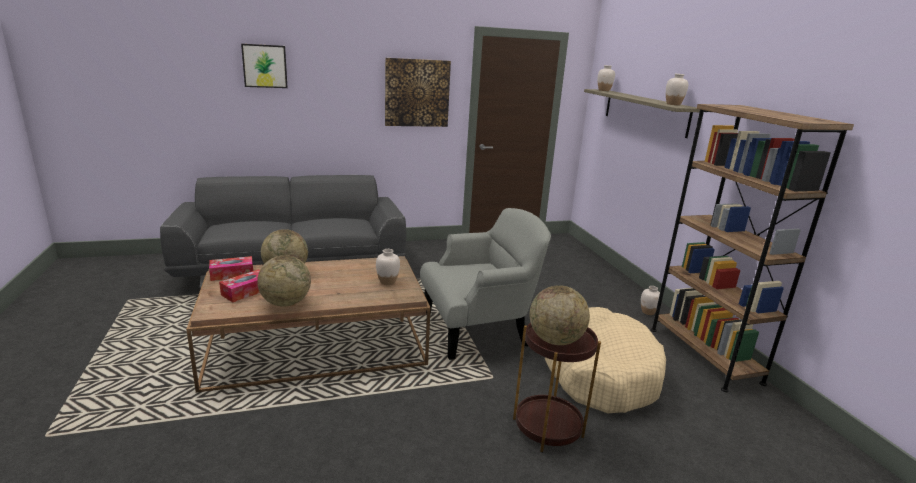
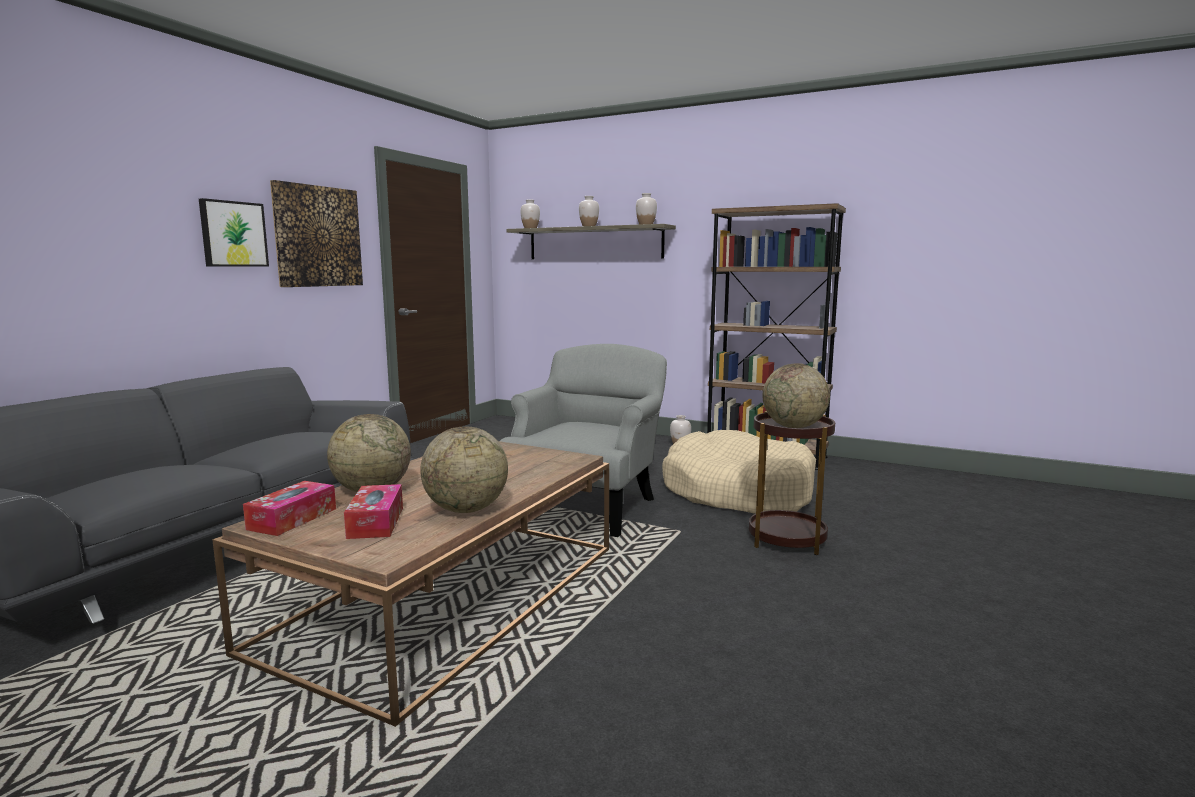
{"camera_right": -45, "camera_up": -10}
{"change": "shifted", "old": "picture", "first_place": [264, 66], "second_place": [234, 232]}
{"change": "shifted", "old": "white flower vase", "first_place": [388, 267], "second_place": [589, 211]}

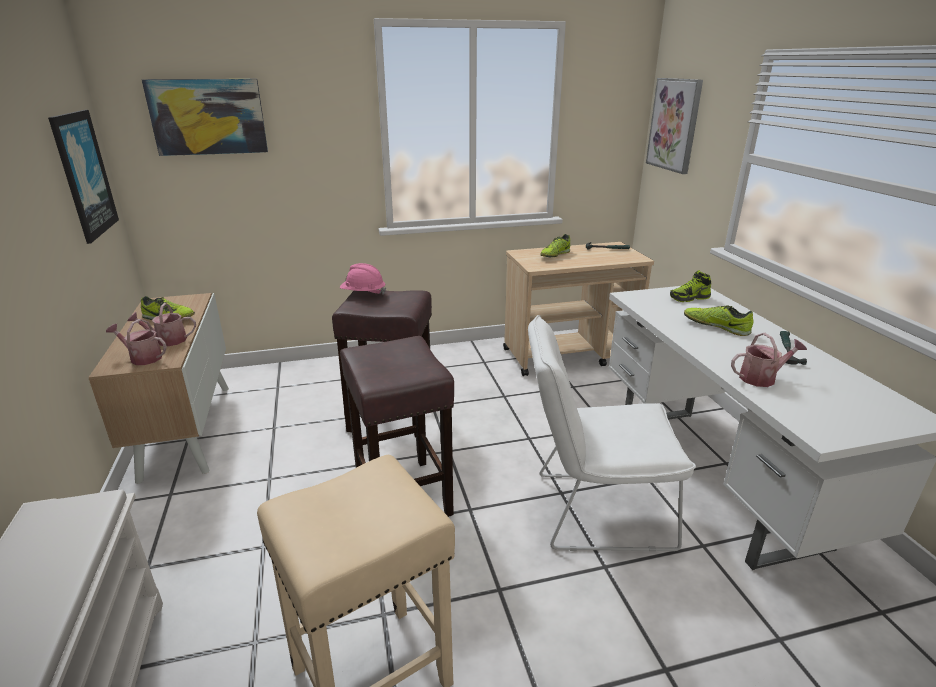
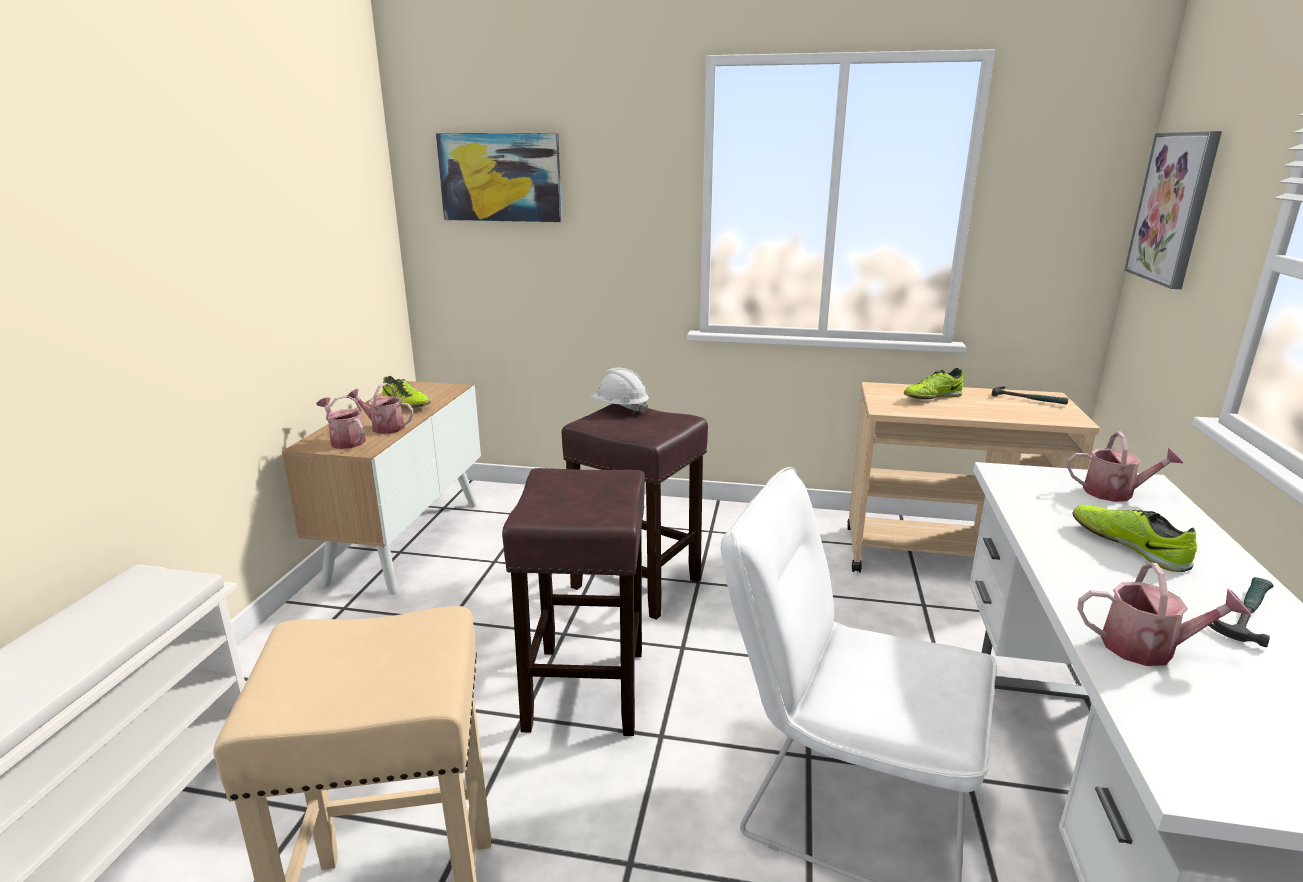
{"camera_right": 25, "camera_up": -5}
{"change": "gone", "old": "picture", "first_place": [83, 177]}
{"change": "swapped", "old": "low shoe", "new": "watering pot", "first_place": [690, 286], "second_place": [1125, 466]}
{"change": "repainted", "old": "pinkish hard hat", "new": "white hard hat", "first_place": [363, 278], "second_place": [620, 390]}

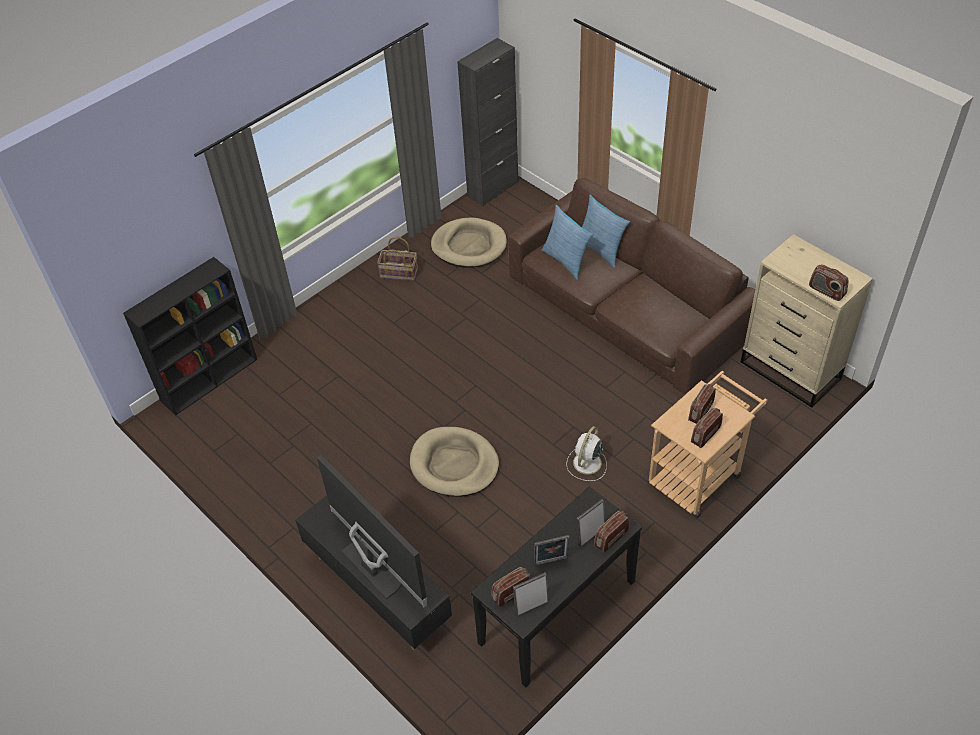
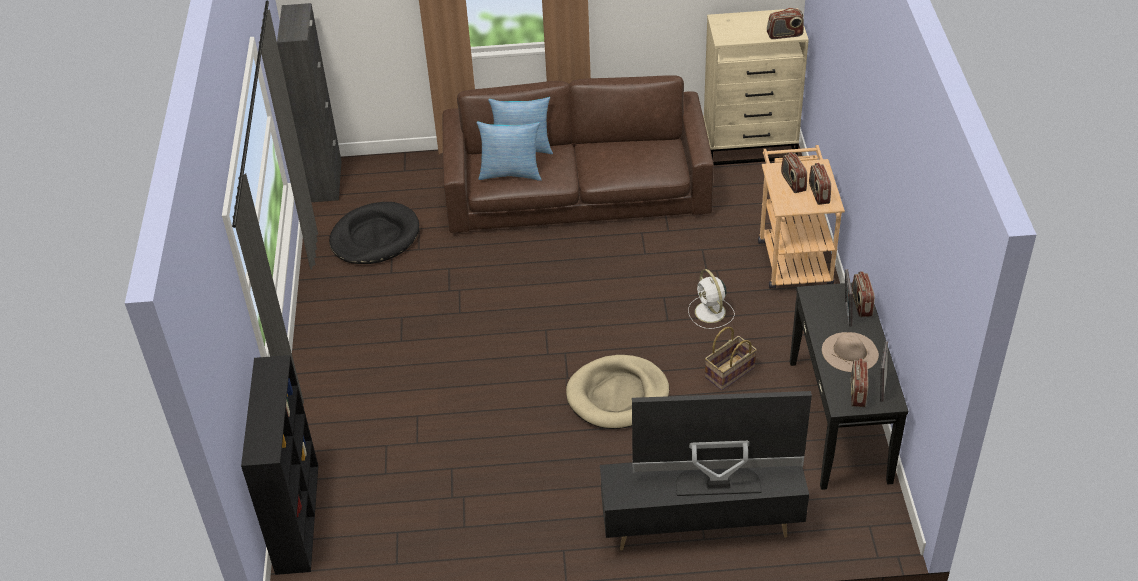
{"camera_right": -50, "camera_up": -5}
{"change": "shifted", "old": "storage basket", "first_place": [397, 259], "second_place": [731, 358]}
{"change": "swapped", "old": "photo frame", "new": "beige-coloured wearable hat", "first_place": [551, 550], "second_place": [850, 352]}
{"change": "repainted", "old": "beige-coloured dog bed", "new": "blackish dog bed", "first_place": [469, 242], "second_place": [374, 233]}

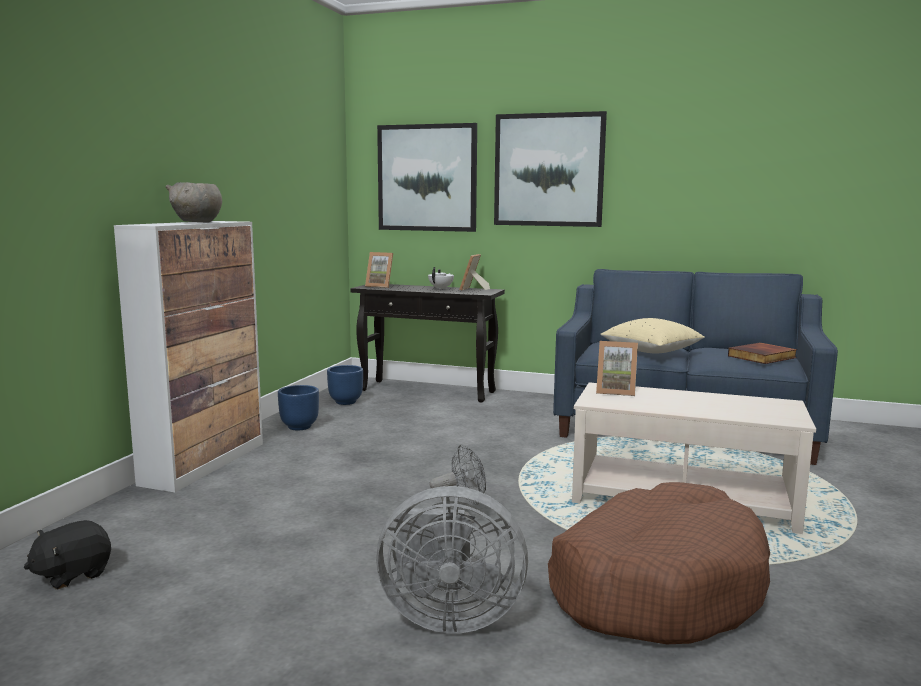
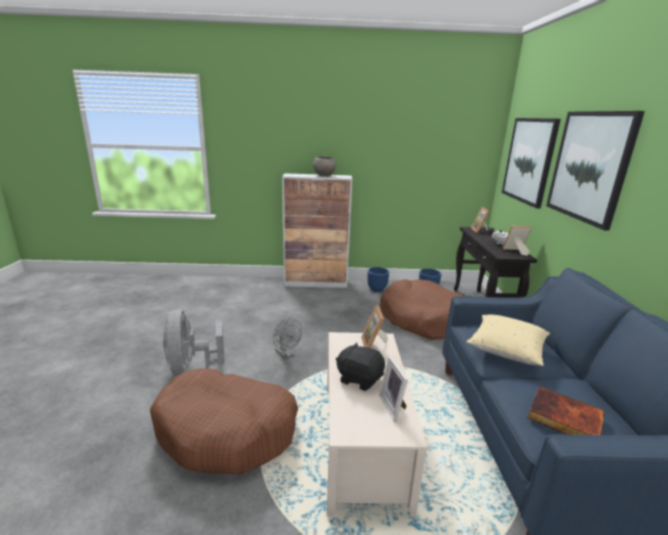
{"camera_right": 70, "camera_up": 10}
{"change": "new", "new": "photo frame", "second_place": [393, 389]}
{"change": "new", "new": "brown dog bed", "second_place": [421, 309]}
{"change": "shifted", "old": "blackish plush toy", "first_place": [67, 554], "second_place": [360, 366]}

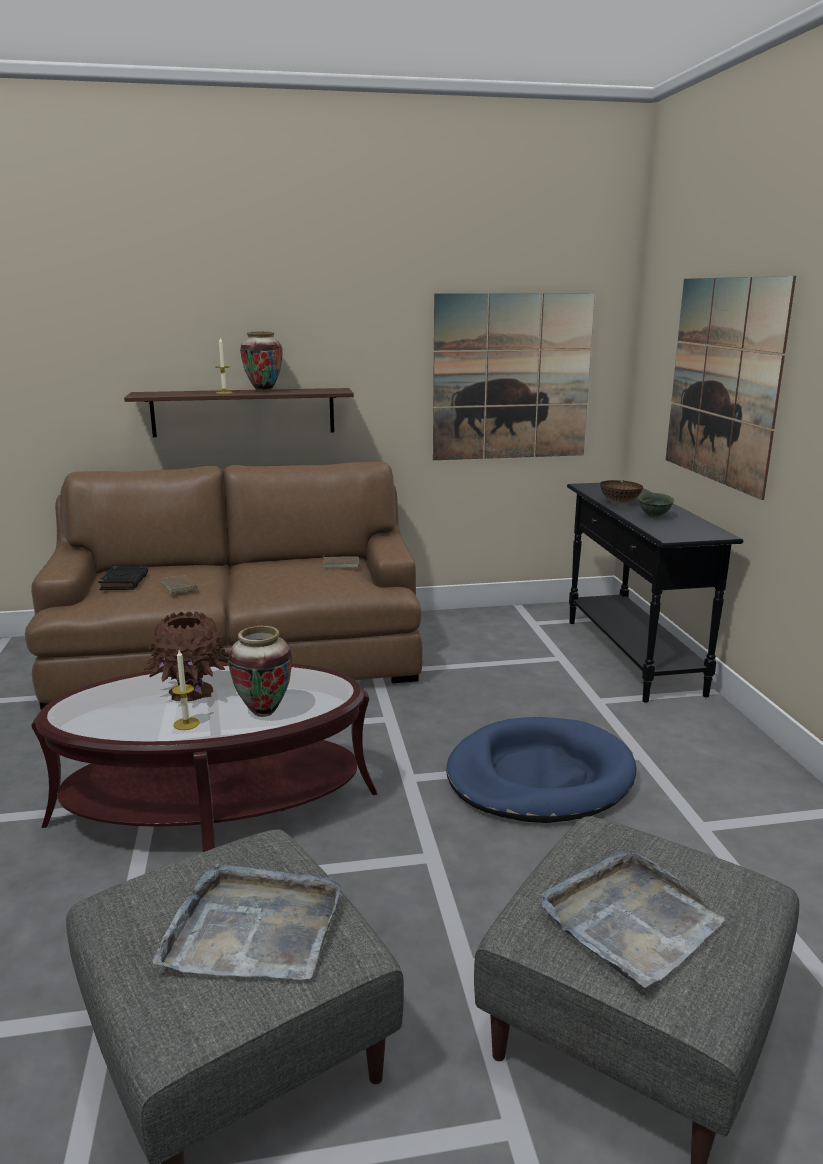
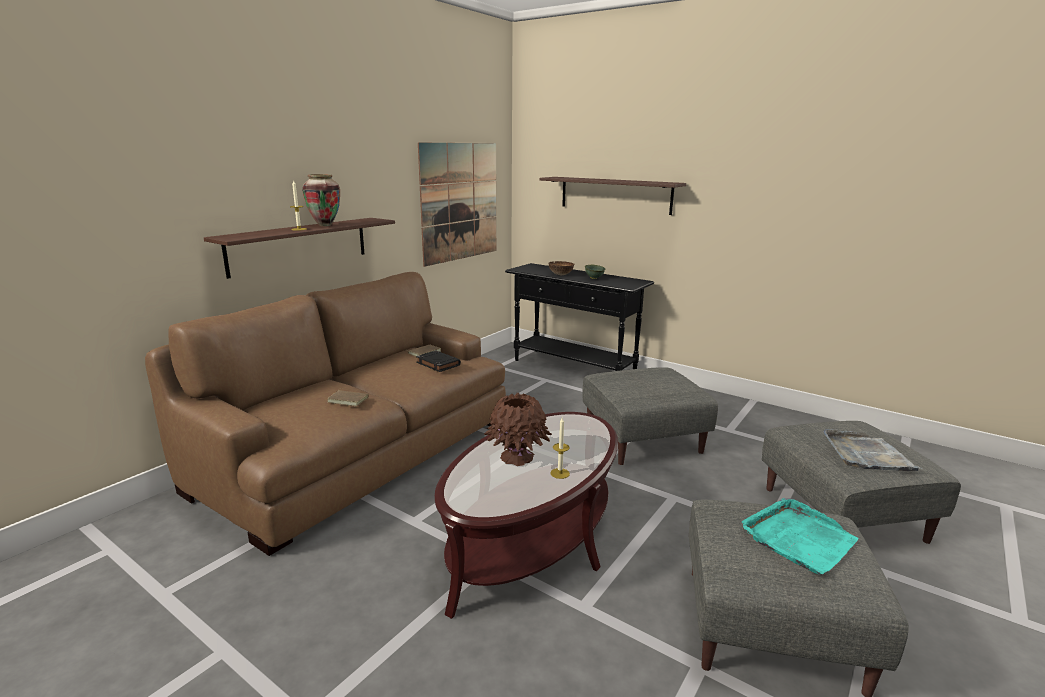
{"camera_right": -45, "camera_up": 0}
{"change": "gone", "old": "flower vase", "first_place": [260, 671]}
{"change": "shifted", "old": "blackish book", "first_place": [123, 578], "second_place": [438, 361]}
{"change": "swapped", "old": "blue dog bed", "new": "greyish footrest", "first_place": [541, 770], "second_place": [650, 416]}
{"change": "swapped", "old": "picture", "new": "bracket shelf", "first_place": [731, 388], "second_place": [613, 196]}
{"change": "repainted", "old": "greyish tray", "new": "turquoise tray", "first_place": [247, 922], "second_place": [800, 536]}

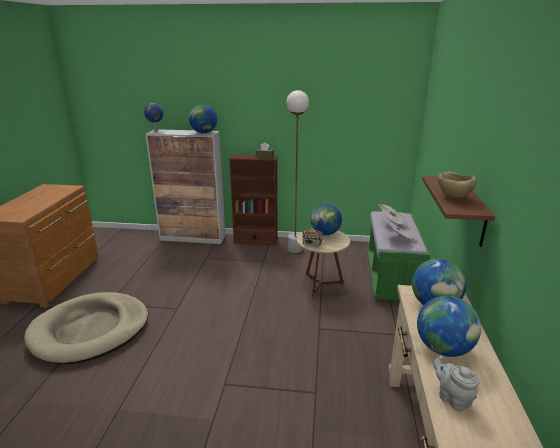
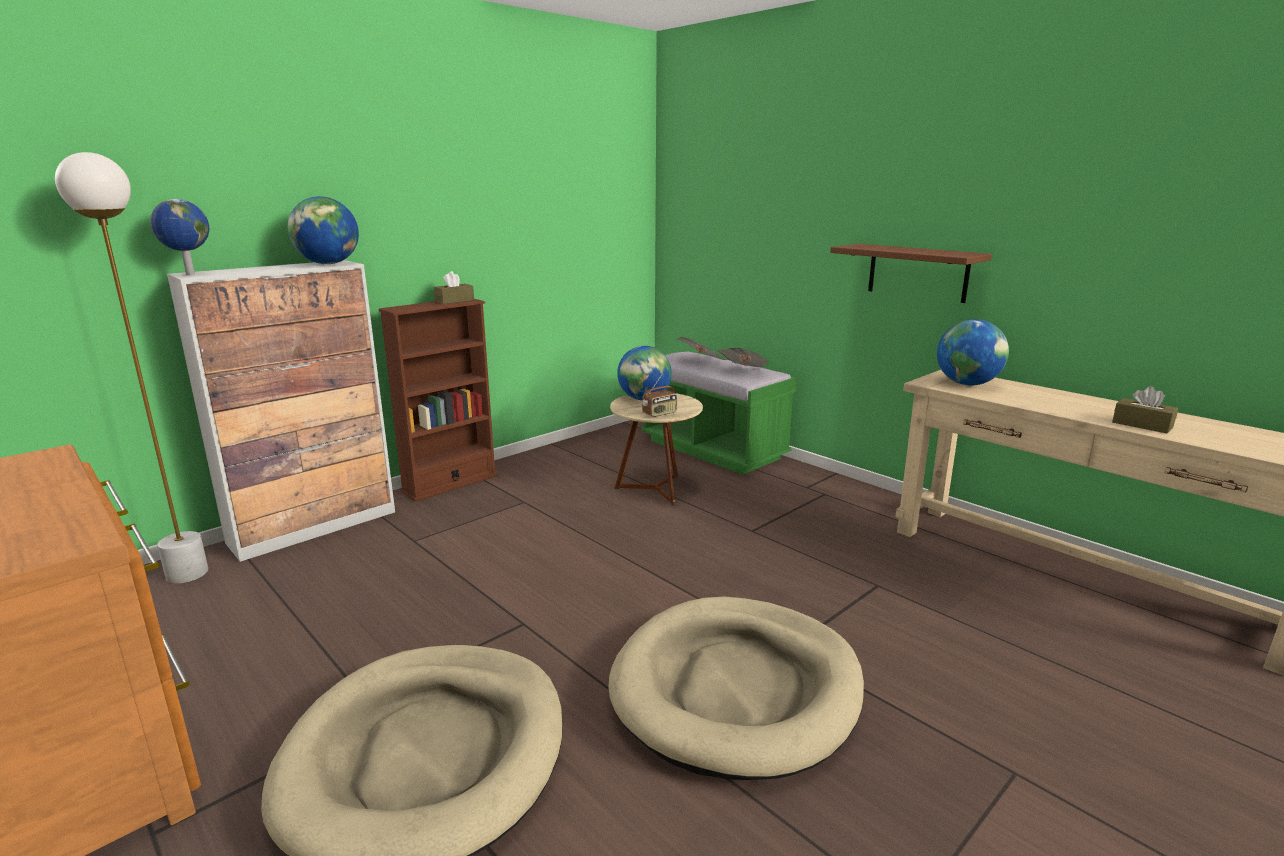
{"camera_right": -50, "camera_up": -5}
{"change": "gone", "old": "globe", "first_place": [449, 326]}
{"change": "gone", "old": "beige-coloured deep dish", "first_place": [457, 184]}
{"change": "new", "new": "beige-coloured dog bed", "second_place": [736, 688]}
{"change": "shifted", "old": "white standing lamp", "first_place": [297, 171], "second_place": [131, 368]}
{"change": "swapped", "old": "greyish pot for tea", "new": "brown tissue holder", "first_place": [456, 383], "second_place": [1145, 409]}

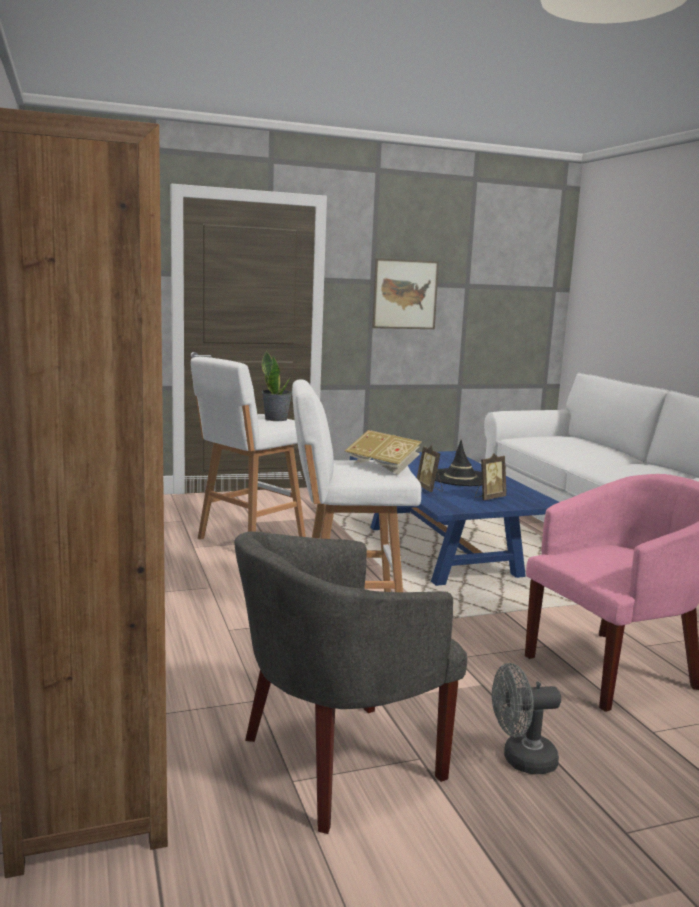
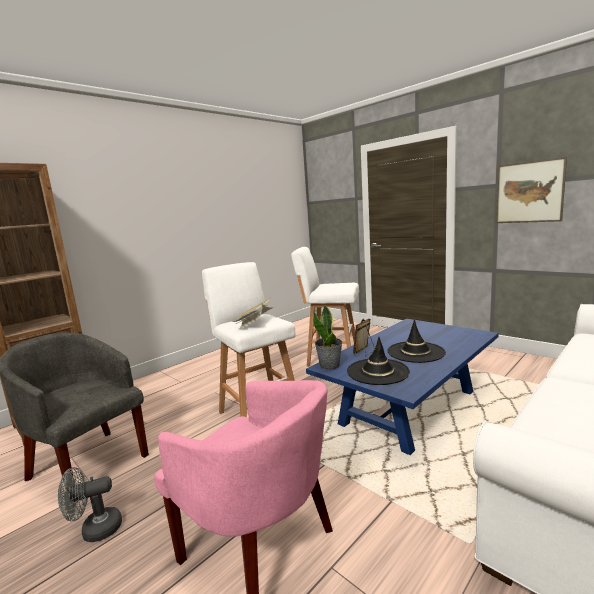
{"camera_right": 65, "camera_up": 0}
{"change": "shifted", "old": "houseplant", "first_place": [277, 386], "second_place": [328, 337]}
{"change": "swapped", "old": "photo frame", "new": "blackish wearable hat", "first_place": [490, 476], "second_place": [378, 361]}
{"change": "rotated", "old": "greyish cooling fan", "first_place": [526, 718], "second_place": [90, 504], "degrees": -75}

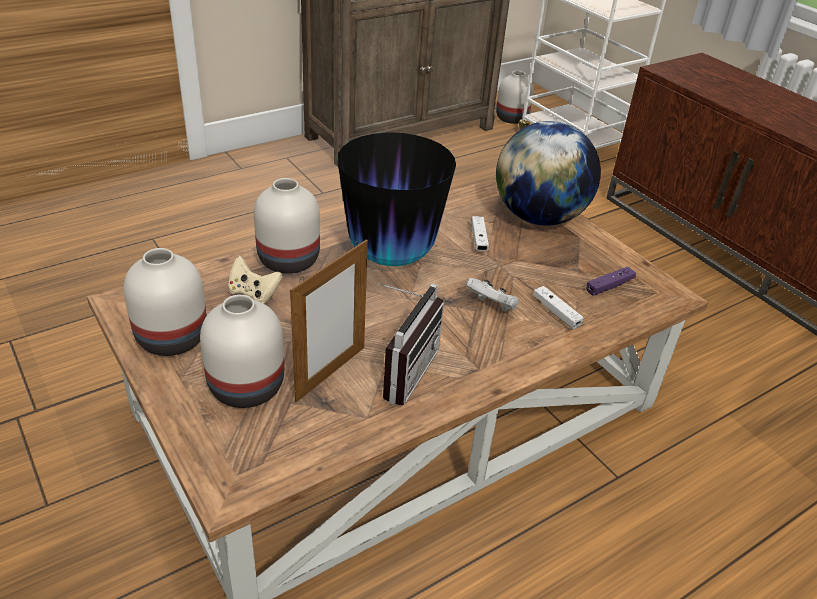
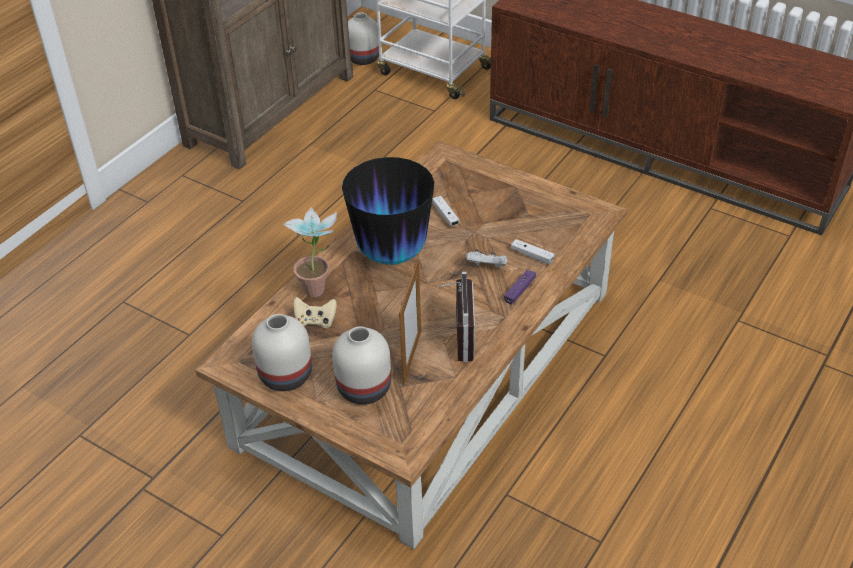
{"camera_right": -20, "camera_up": 5}
{"change": "gone", "old": "globe", "first_place": [548, 173]}
{"change": "shifted", "old": "purplish joypad", "first_place": [611, 281], "second_place": [520, 286]}
{"change": "swapped", "old": "white flower vase", "new": "houseplant", "first_place": [287, 226], "second_place": [310, 252]}

